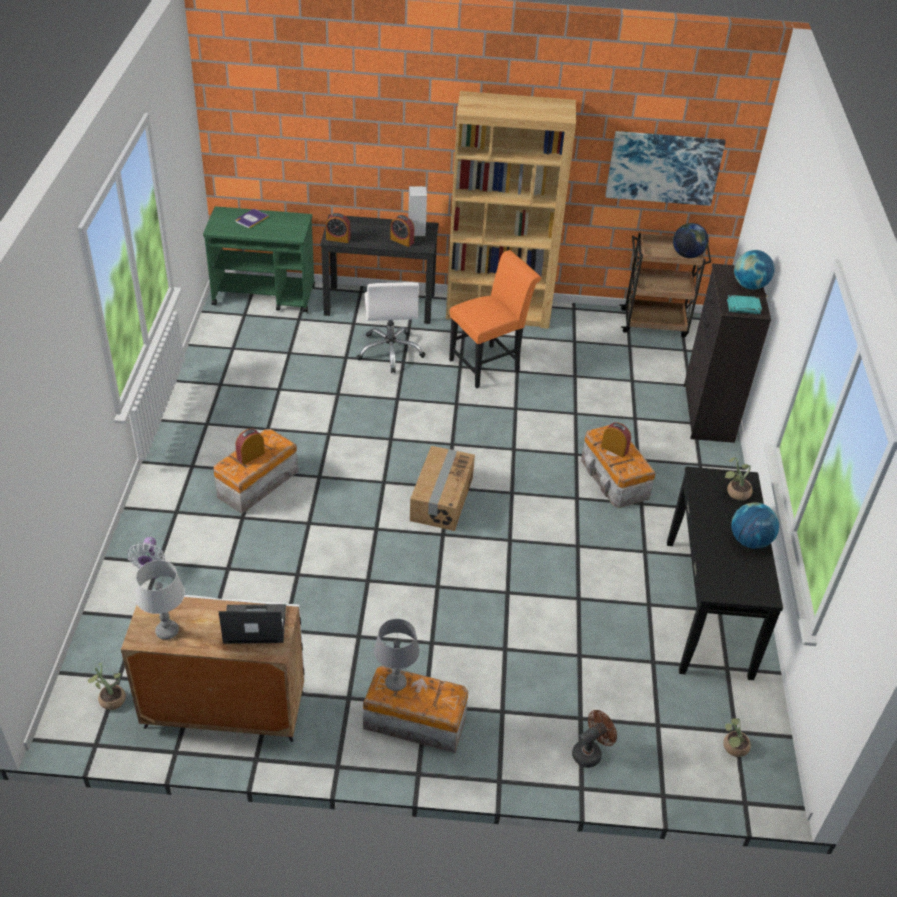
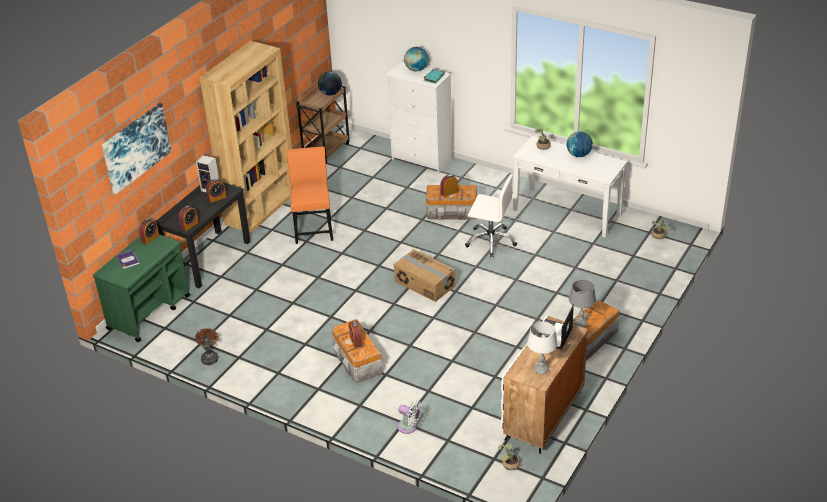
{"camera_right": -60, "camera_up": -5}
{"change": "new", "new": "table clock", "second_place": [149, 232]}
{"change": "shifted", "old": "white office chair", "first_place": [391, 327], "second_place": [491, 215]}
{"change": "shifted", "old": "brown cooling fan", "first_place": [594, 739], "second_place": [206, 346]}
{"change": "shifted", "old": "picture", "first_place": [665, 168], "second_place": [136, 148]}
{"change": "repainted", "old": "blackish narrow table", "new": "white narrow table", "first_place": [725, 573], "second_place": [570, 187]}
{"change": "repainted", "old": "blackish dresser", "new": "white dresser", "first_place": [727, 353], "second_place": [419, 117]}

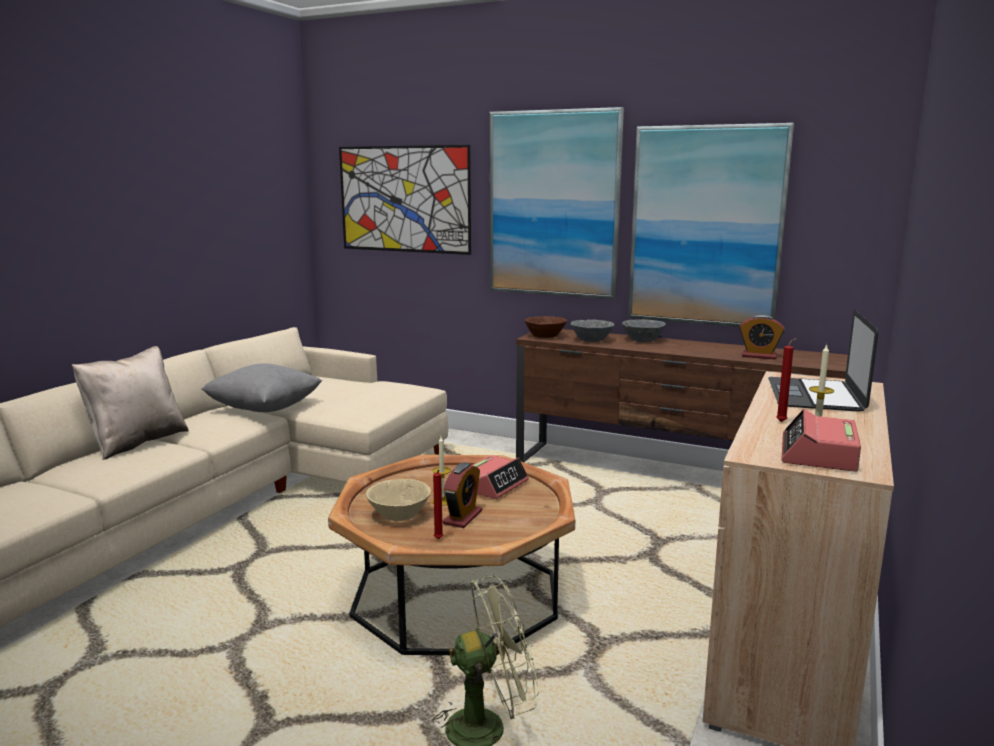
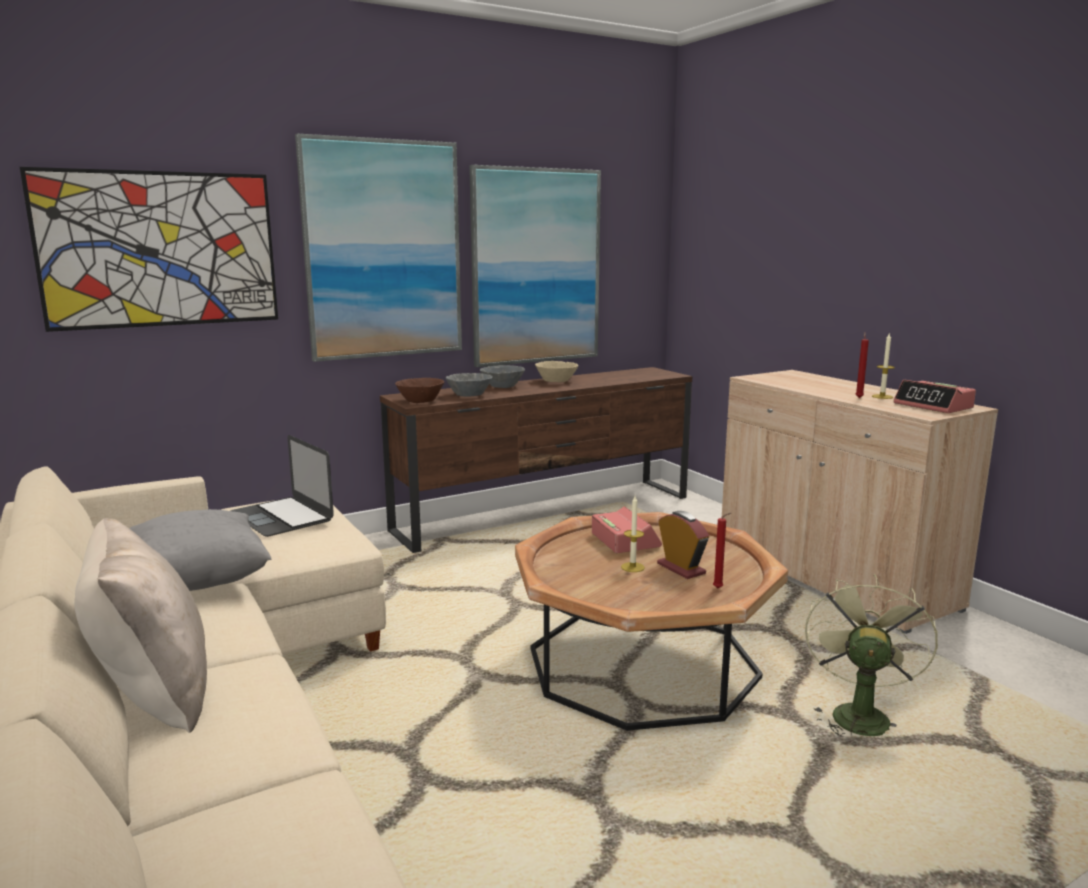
{"camera_right": -55, "camera_up": 0}
{"change": "gone", "old": "table clock", "first_place": [762, 337]}
{"change": "shifted", "old": "beige-coloured deep dish", "first_place": [398, 500], "second_place": [556, 371]}
{"change": "shifted", "old": "notebook computer", "first_place": [823, 361], "second_place": [282, 486]}

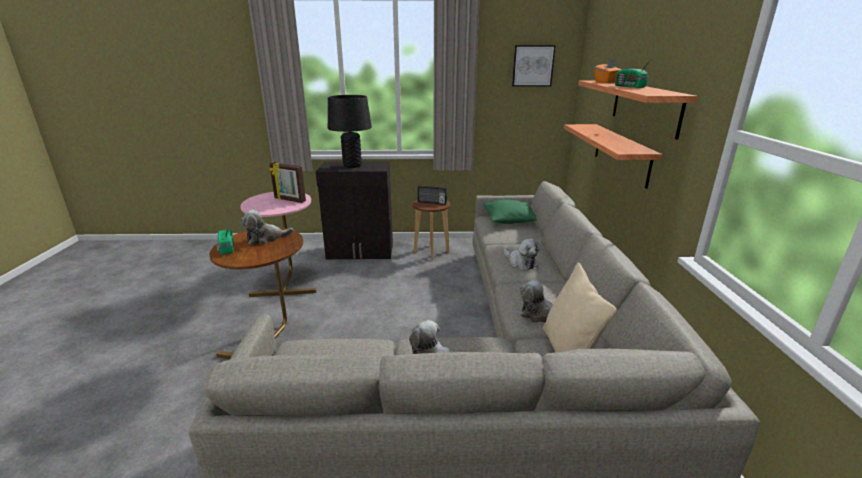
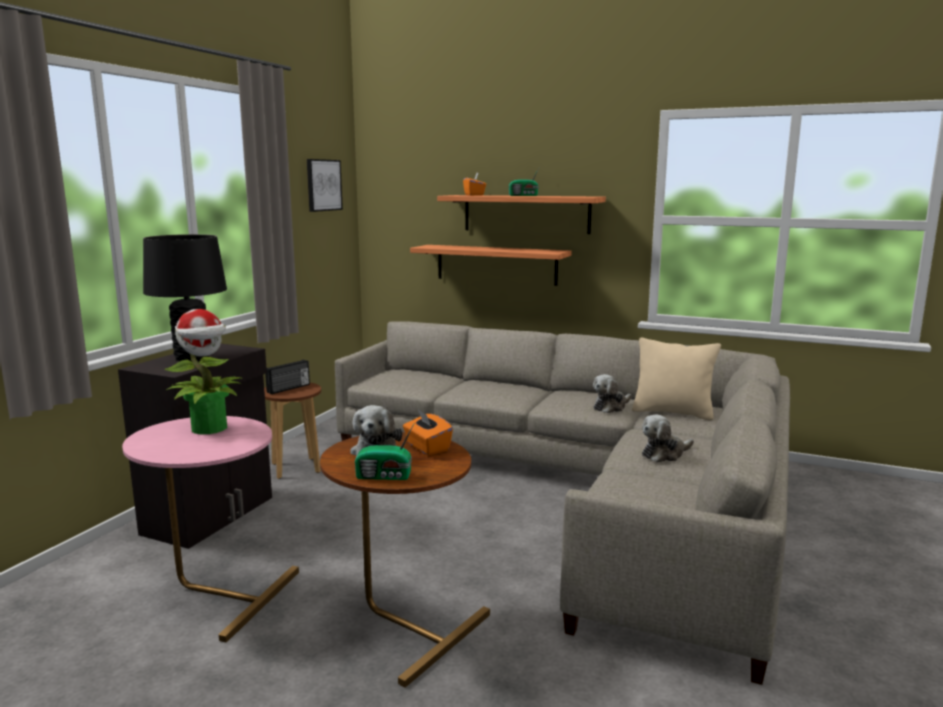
{"camera_right": -65, "camera_up": -10}
{"change": "gone", "old": "green cushion", "first_place": [510, 212]}
{"change": "gone", "old": "plush toy", "first_place": [522, 254]}
{"change": "new", "new": "orangey tissue holder", "second_place": [428, 432]}
{"change": "swapped", "old": "photo frame", "new": "houseplant", "first_place": [287, 182], "second_place": [203, 372]}

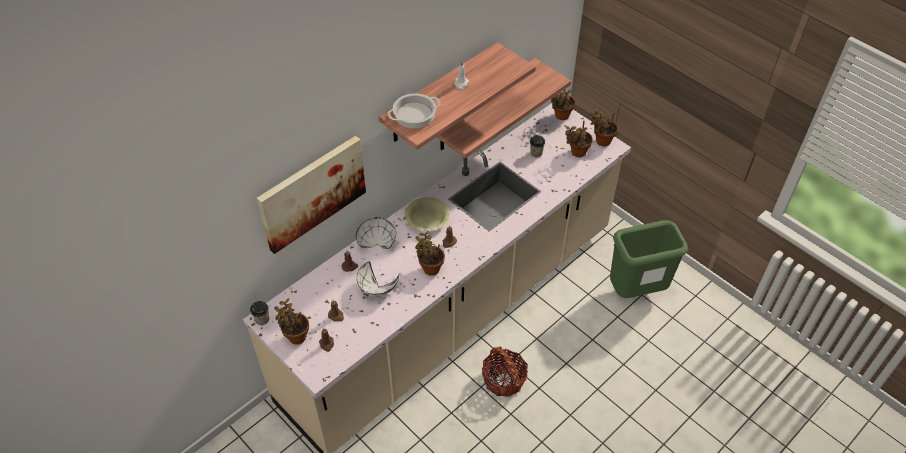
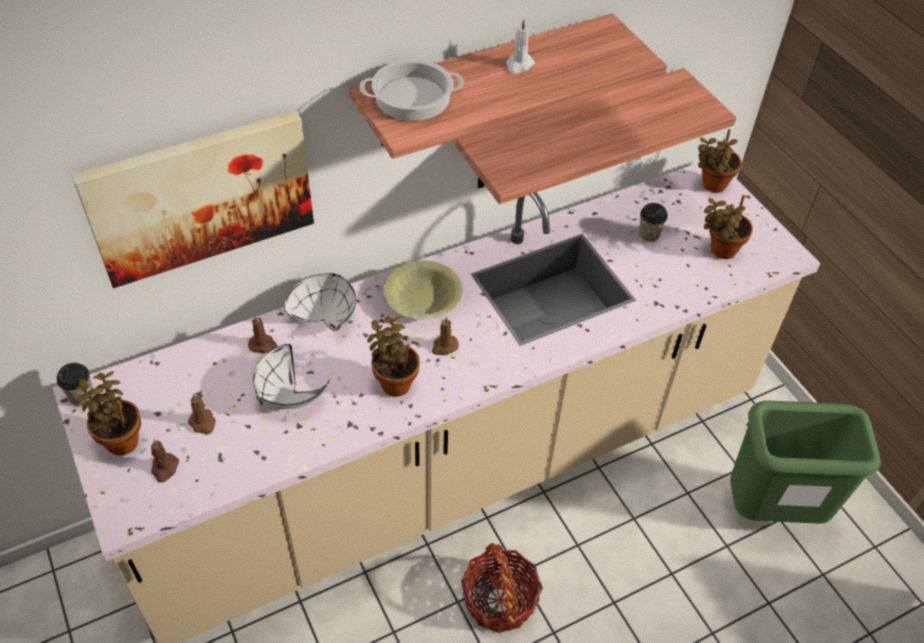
{"camera_right": 15, "camera_up": 0}
{"change": "gone", "old": "houseplant", "first_place": [604, 127]}

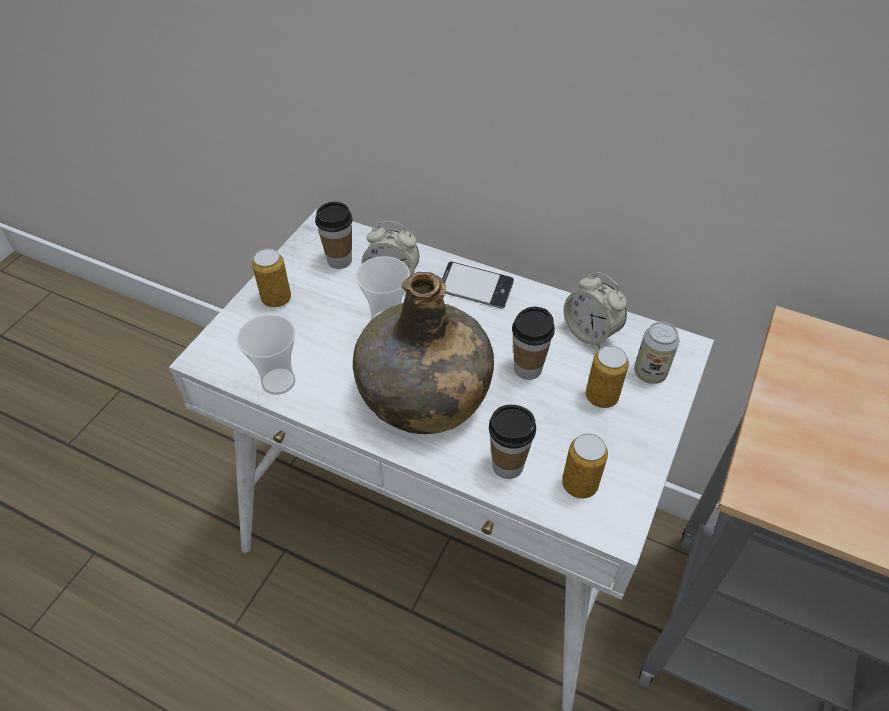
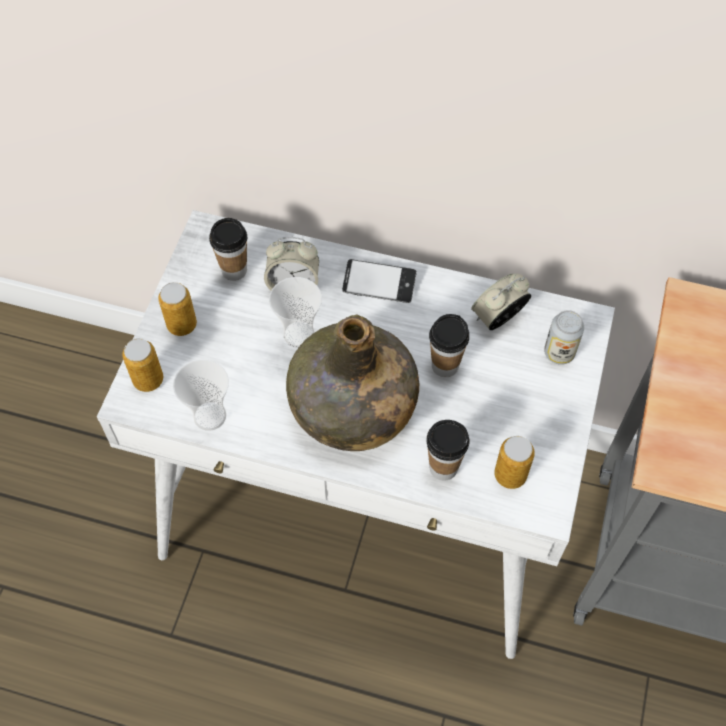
{"camera_right": -10, "camera_up": 10}
{"change": "shifted", "old": "metal can", "first_place": [607, 377], "second_place": [142, 365]}
{"change": "rotated", "old": "table clock", "first_place": [595, 310], "second_place": [501, 301], "degrees": 105}

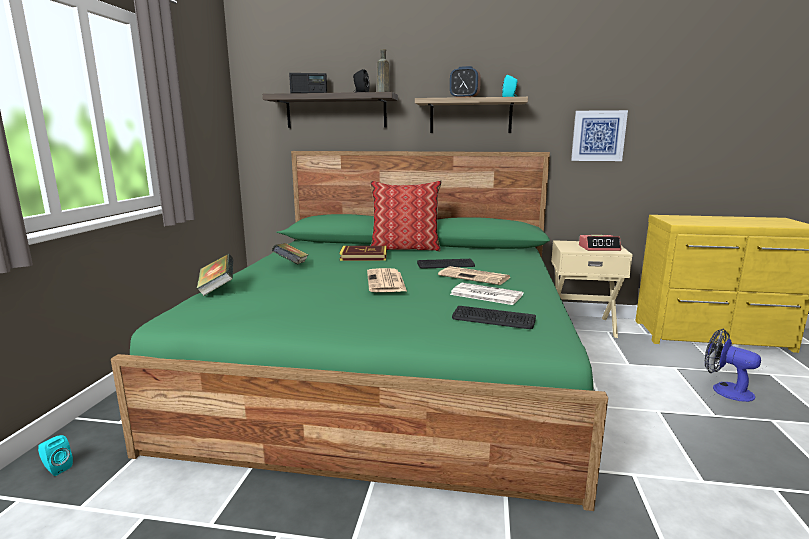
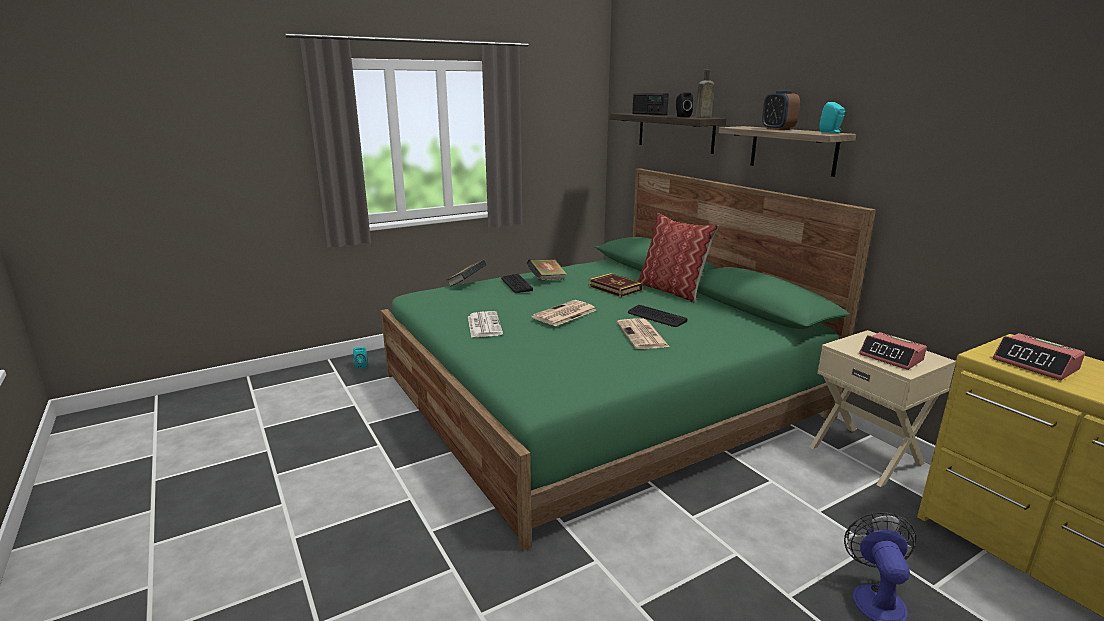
{"camera_right": 50, "camera_up": 5}
{"change": "gone", "old": "picture", "first_place": [599, 135]}
{"change": "new", "new": "table clock", "second_place": [1039, 356]}
{"change": "shifted", "old": "printed paper", "first_place": [487, 294], "second_place": [485, 324]}
{"change": "shifted", "old": "computer keyboard", "first_place": [494, 317], "second_place": [517, 283]}

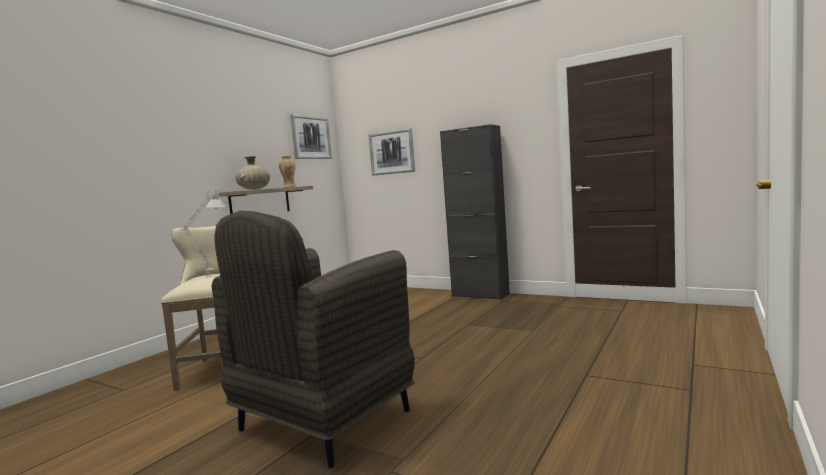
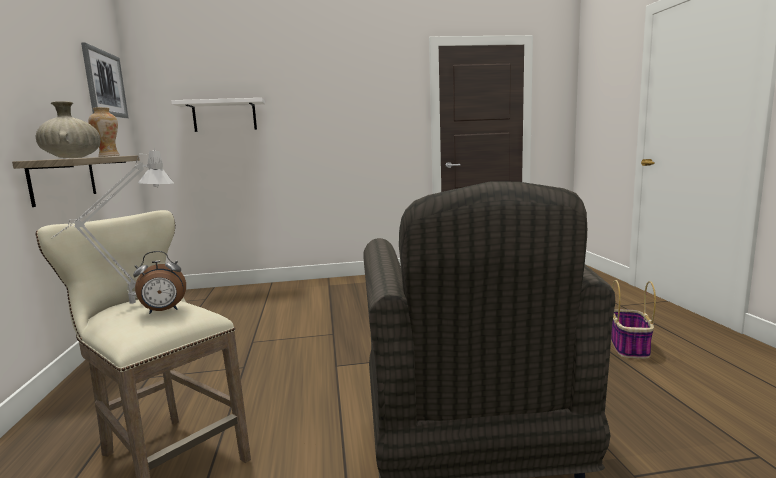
{"camera_right": -40, "camera_up": 5}
{"change": "gone", "old": "blackish cupboard", "first_place": [475, 212]}
{"change": "new", "new": "table clock", "second_place": [159, 282]}
{"change": "new", "new": "storage basket", "second_place": [633, 319]}
{"change": "swapped", "old": "picture", "new": "white bracket shelf", "first_place": [391, 152], "second_place": [218, 115]}

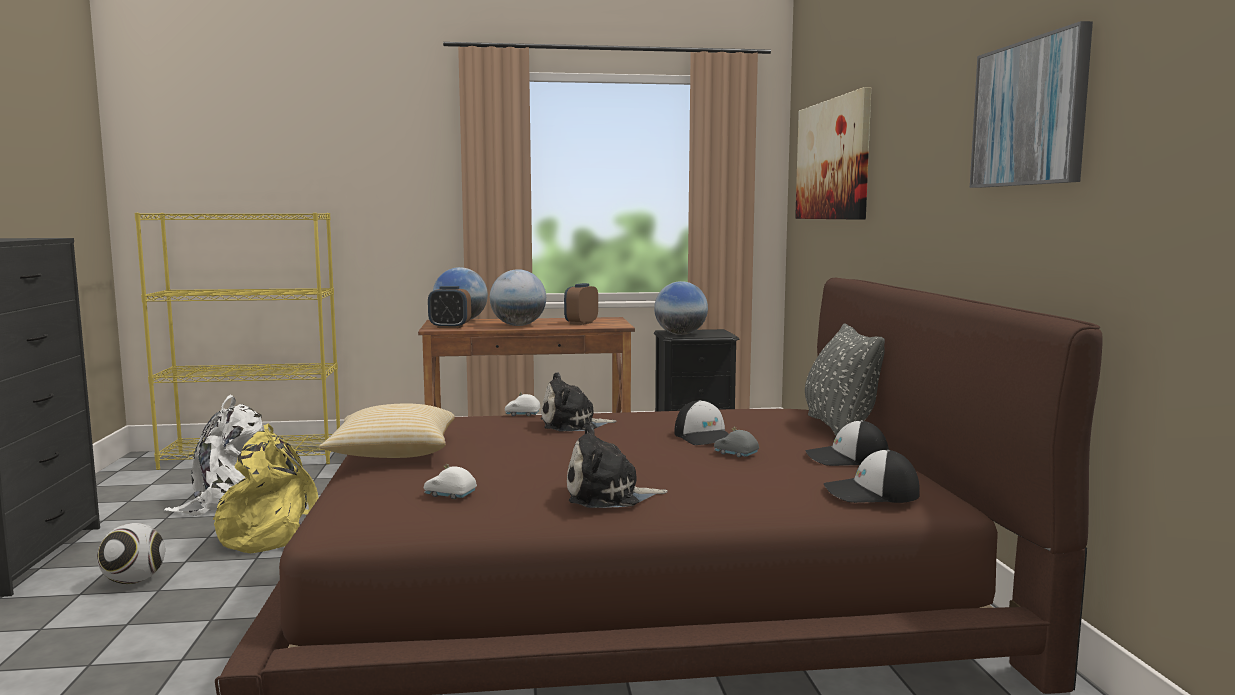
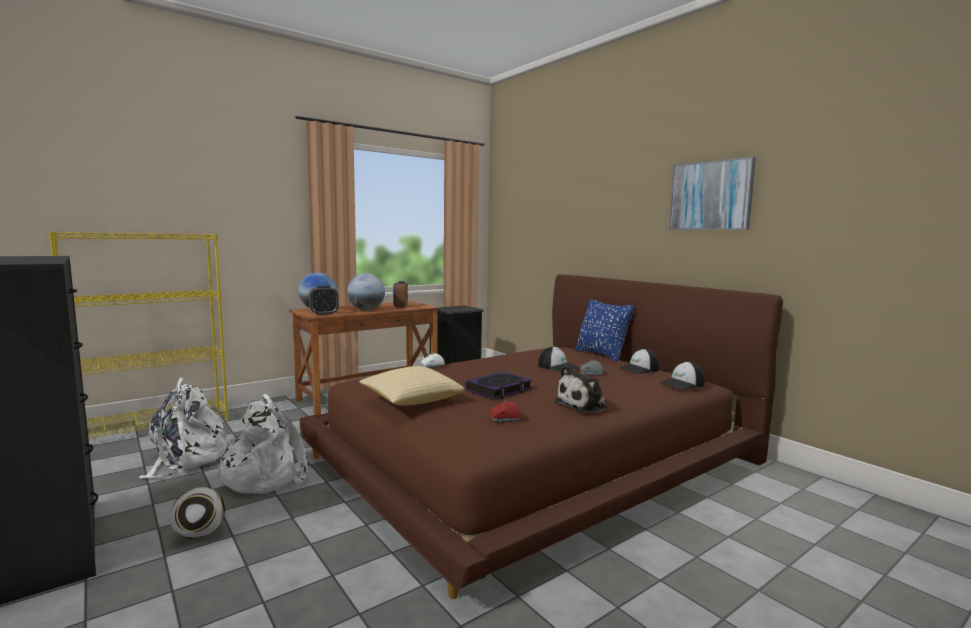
{"camera_right": -30, "camera_up": 0}
{"change": "gone", "old": "plush toy", "first_place": [578, 402]}
{"change": "gone", "old": "globe", "first_place": [681, 308]}
{"change": "gone", "old": "picture", "first_place": [833, 153]}
{"change": "new", "new": "book", "second_place": [498, 385]}
{"change": "repainted", "old": "yellowish knapsack", "new": "white knapsack", "first_place": [265, 488], "second_place": [261, 444]}
{"change": "repainted", "old": "white miniature car", "new": "red-coloured miniature car", "first_place": [450, 481], "second_place": [506, 411]}
{"change": "repainted", "old": "greyish cushion", "new": "blue cushion", "first_place": [845, 379], "second_place": [604, 330]}

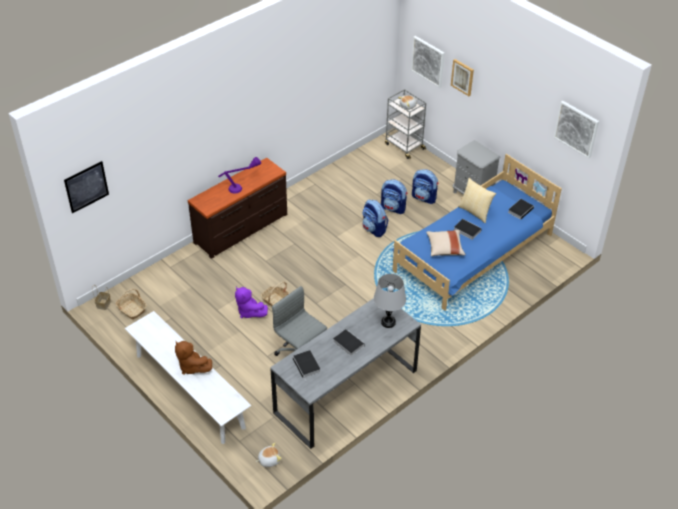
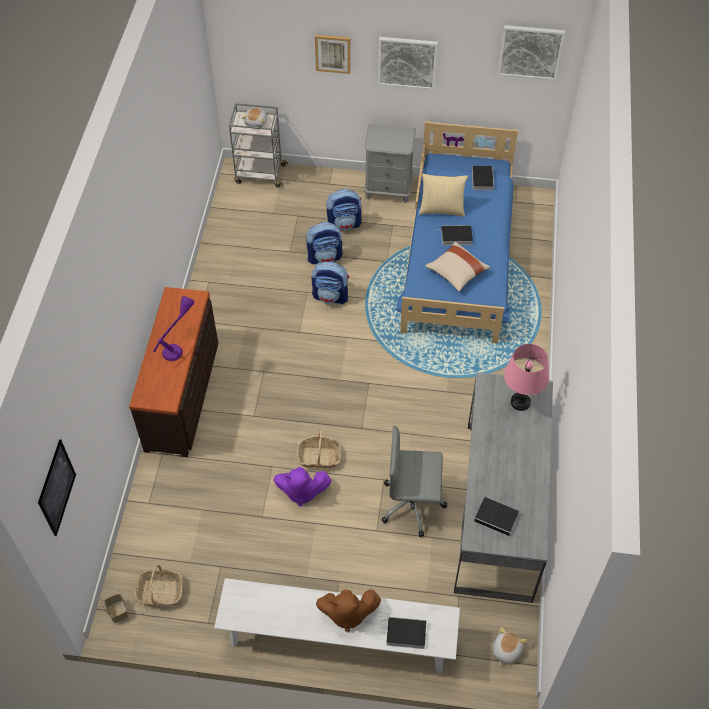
{"camera_right": -40, "camera_up": 10}
{"change": "shifted", "old": "book", "first_place": [349, 342], "second_place": [406, 633]}
{"change": "shifted", "old": "picture", "first_place": [428, 62], "second_place": [408, 63]}
{"change": "repainted", "old": "greyish table lamp", "new": "pinkish table lamp", "first_place": [390, 301], "second_place": [526, 377]}

